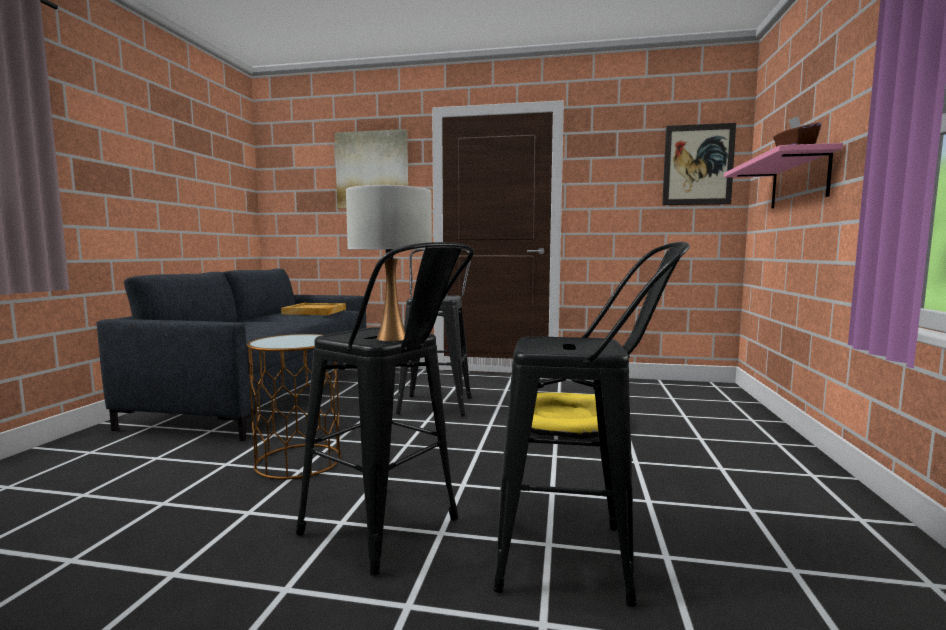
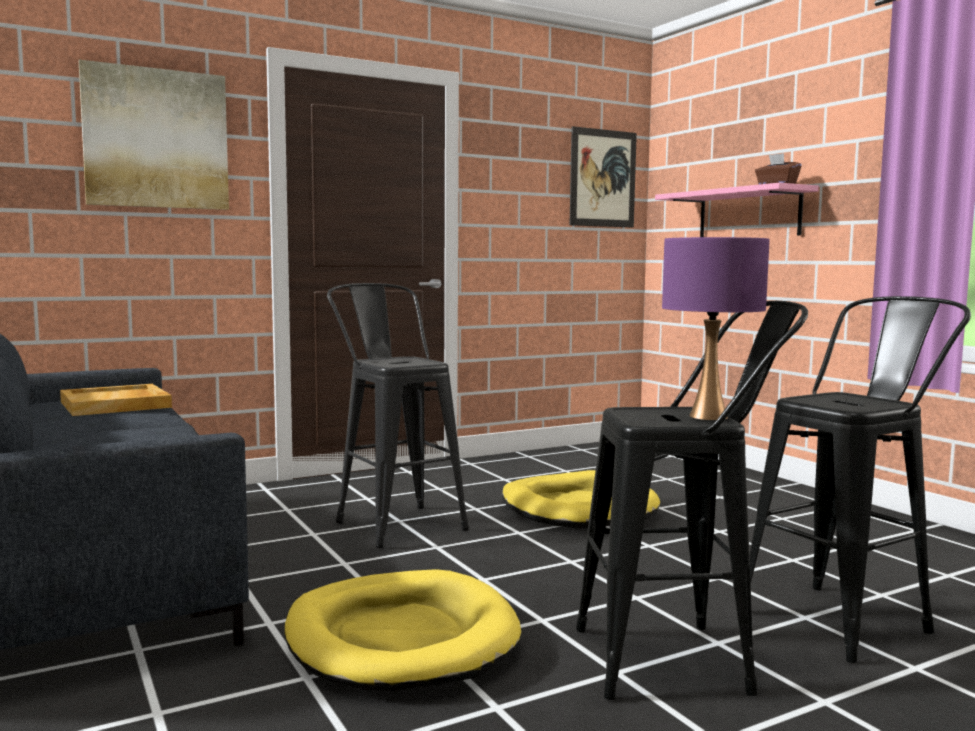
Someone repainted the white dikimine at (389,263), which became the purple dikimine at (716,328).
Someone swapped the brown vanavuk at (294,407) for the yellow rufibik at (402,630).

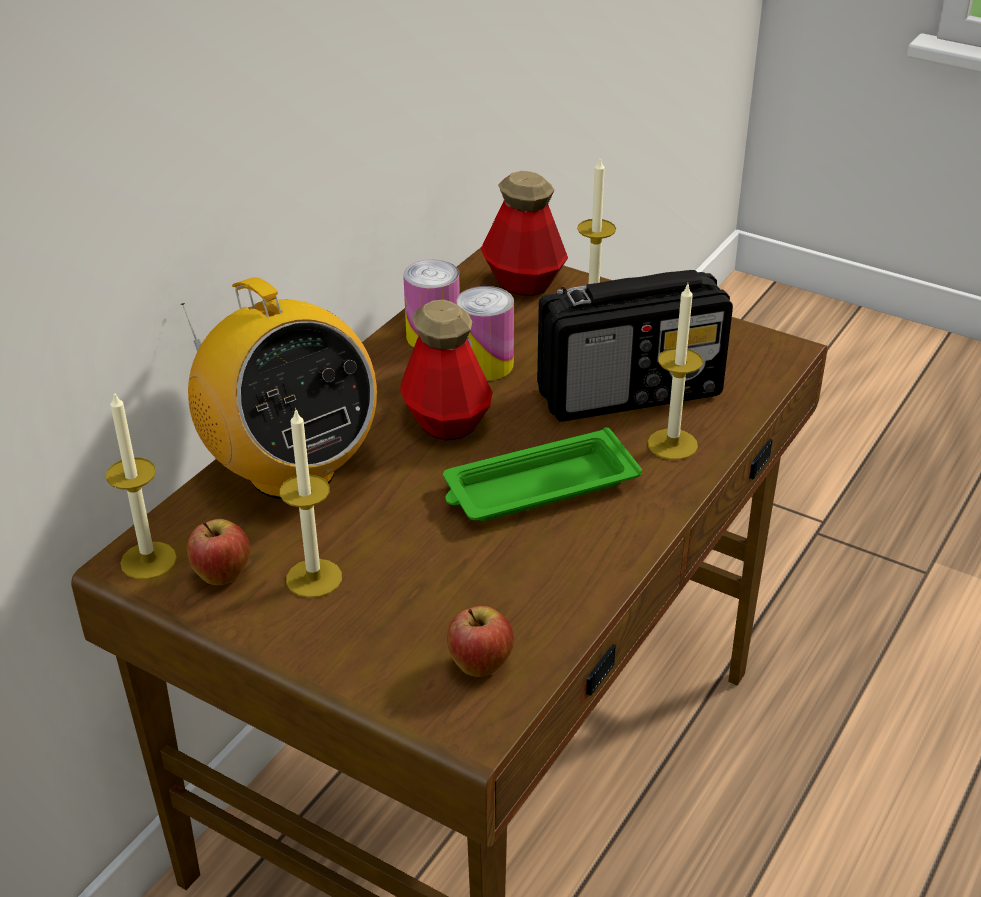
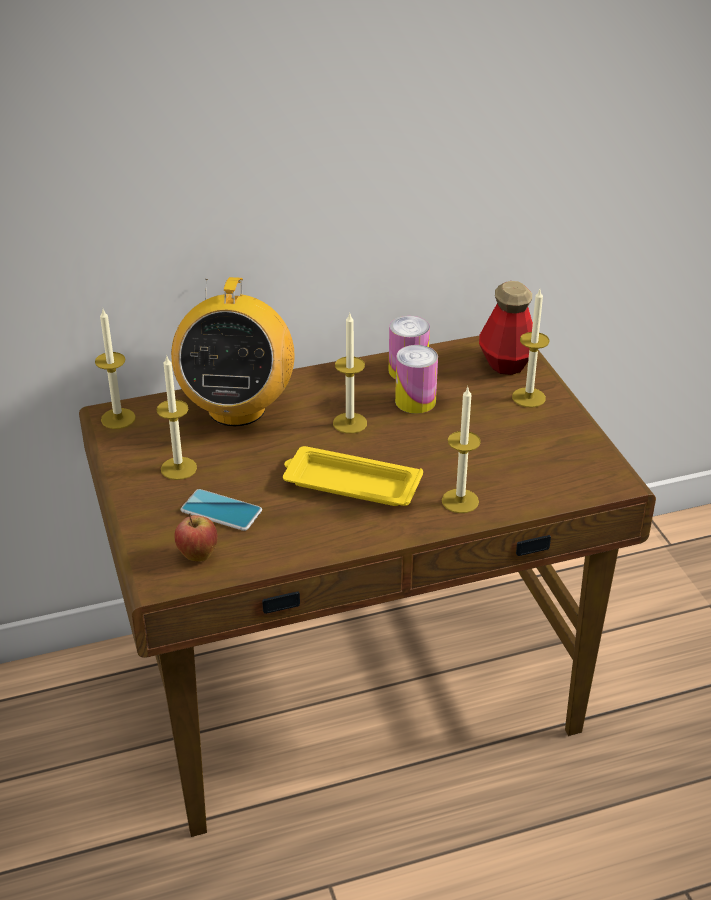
Someone took away the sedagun at (635,346).
Someone swapped the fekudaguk at (446,370) for the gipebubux at (350,373).
Someone repainted the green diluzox at (542,474), which became the yellow diluzox at (353,476).
Someone took away the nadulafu at (218,552).
Someone put down the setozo at (221,510).

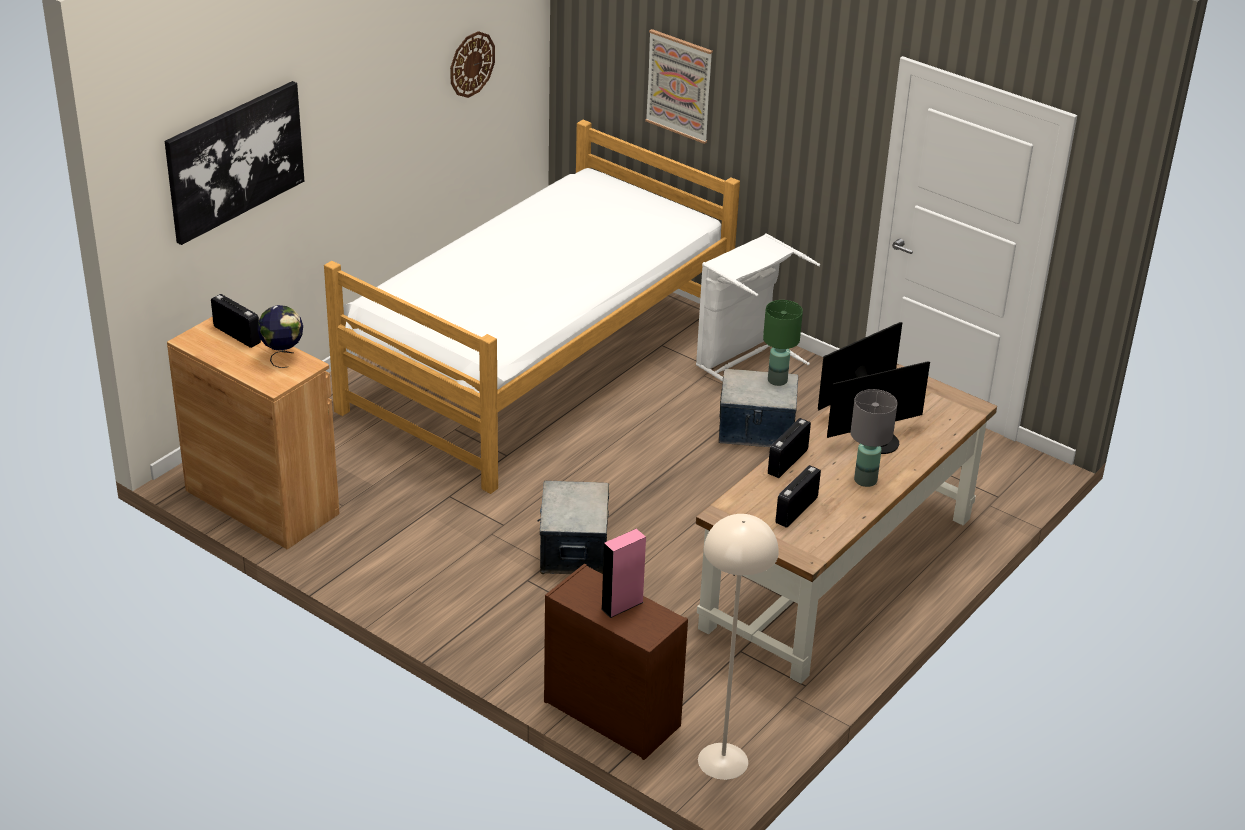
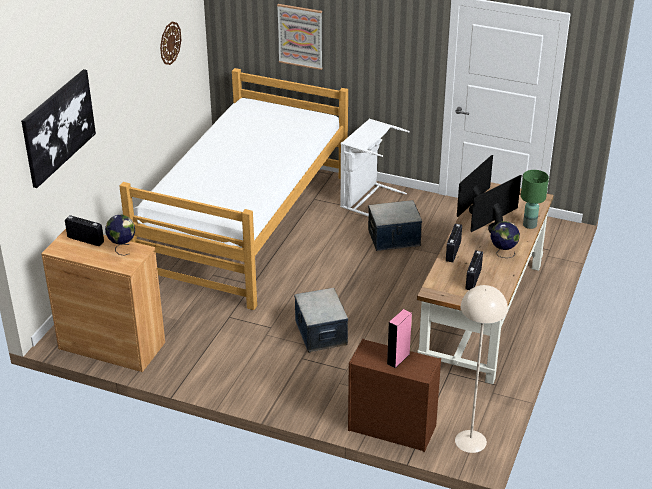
Someone carried the green dikimine from (783,343) to (535,199).
Someone swapped the grey dikimine at (874,438) for the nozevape at (505,239).

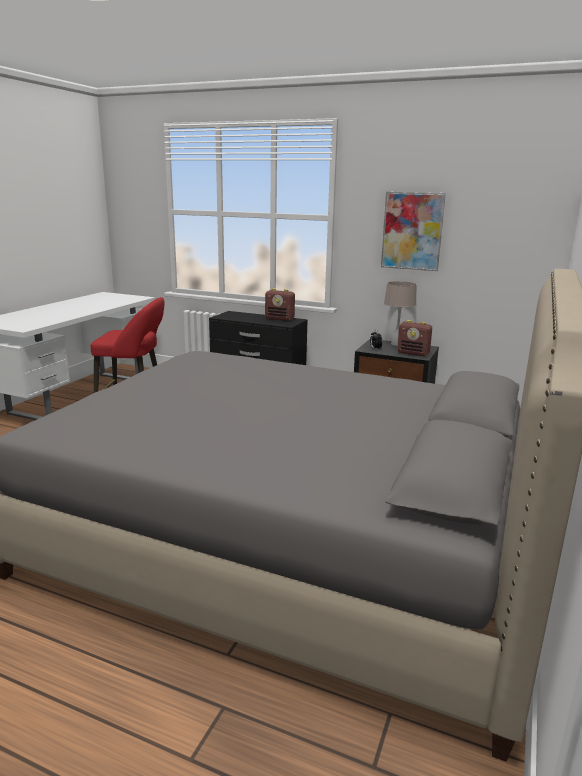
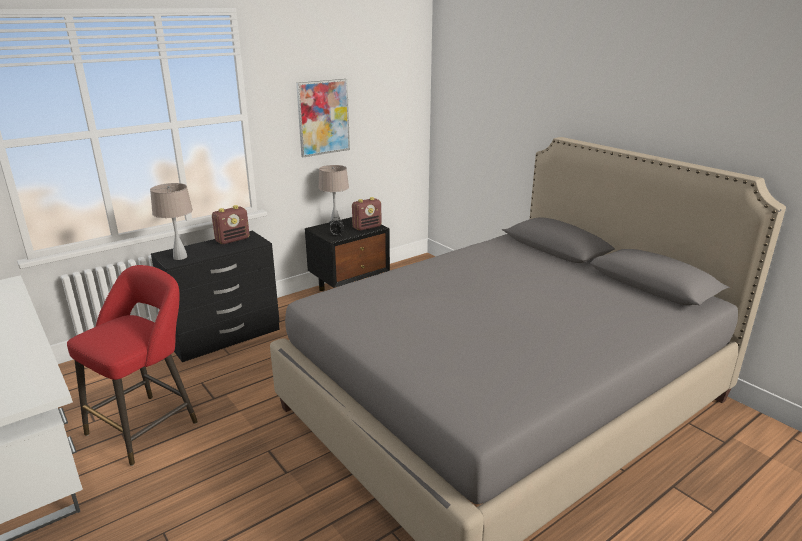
Someone put down the beige dikimine at (171,221).

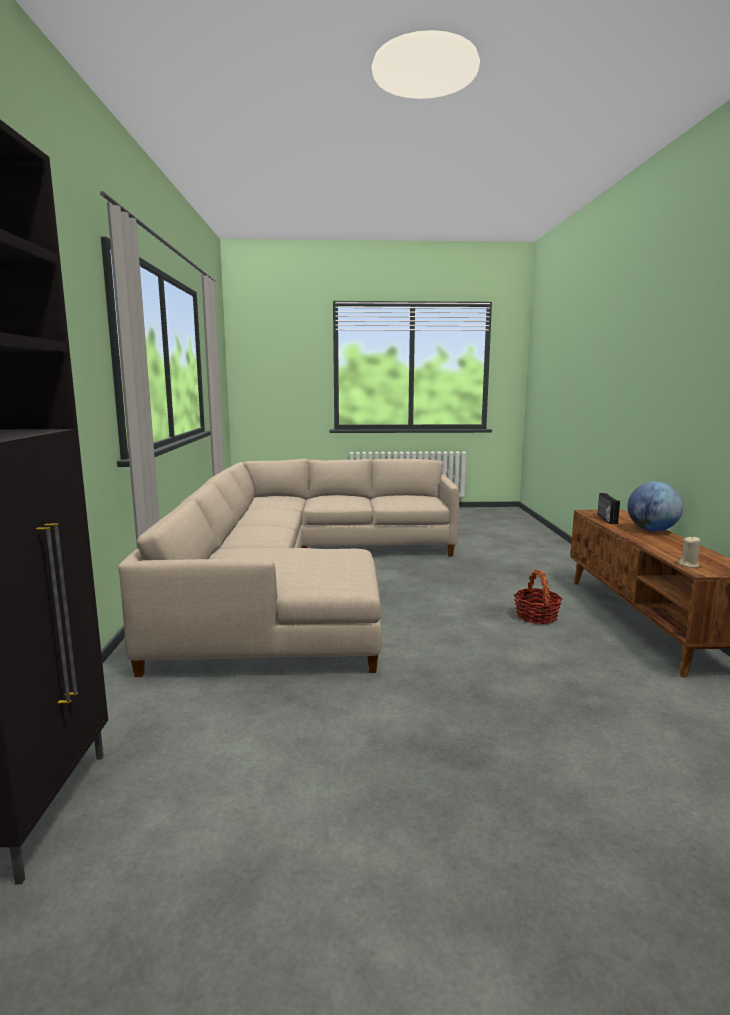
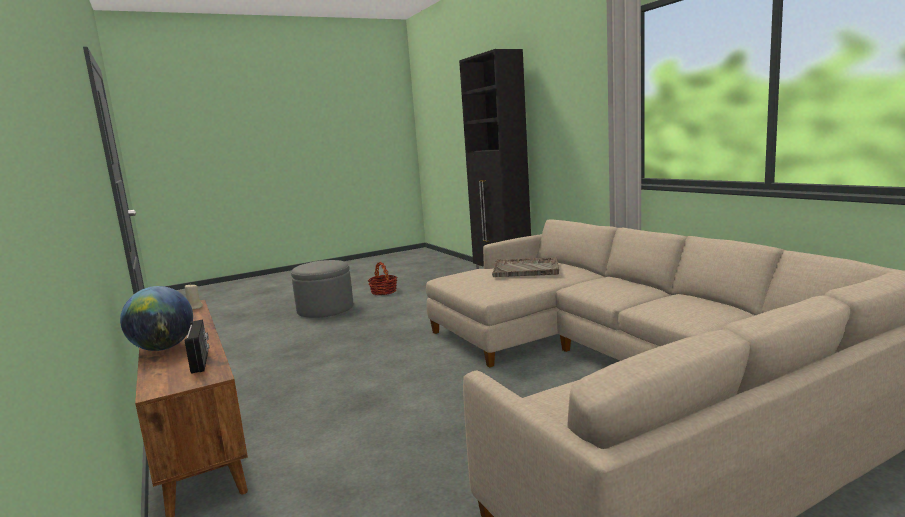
Someone carried the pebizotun from (538,597) to (382,278).
Someone put down the grey diluzox at (525,267).
Someone put down the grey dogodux at (322,289).

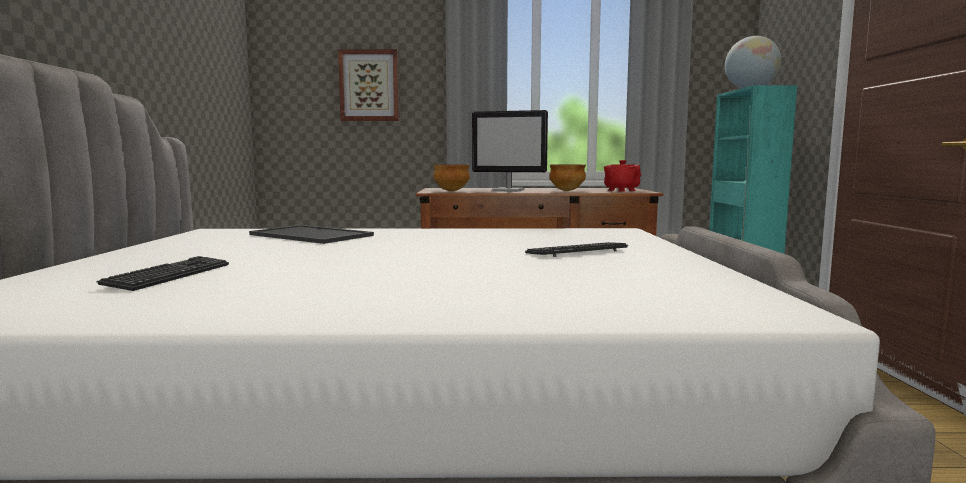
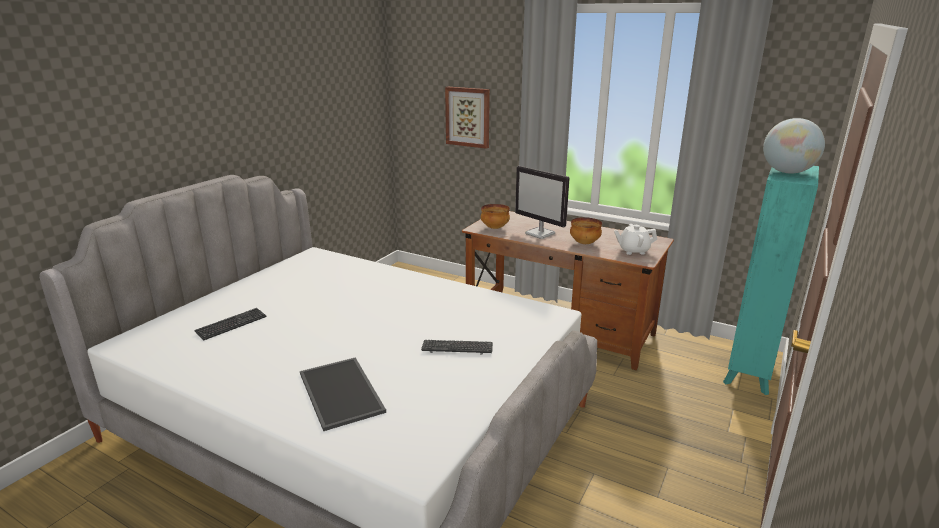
Someone repainted the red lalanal at (622,176), which became the white lalanal at (635,239).
Someone carried the diluzox from (311,234) to (343,394).

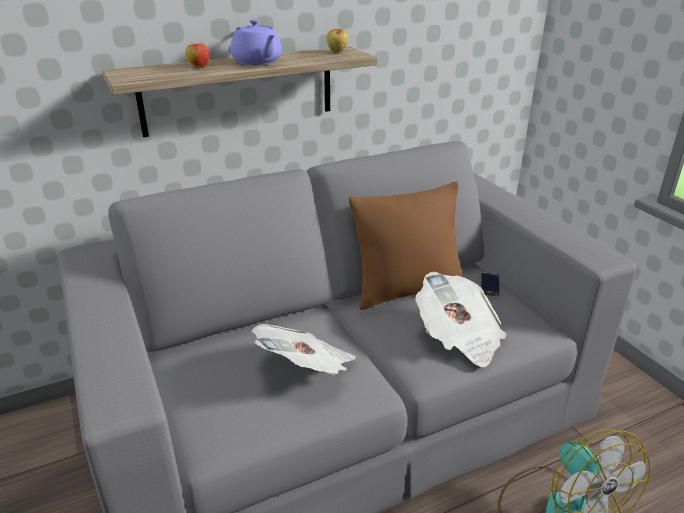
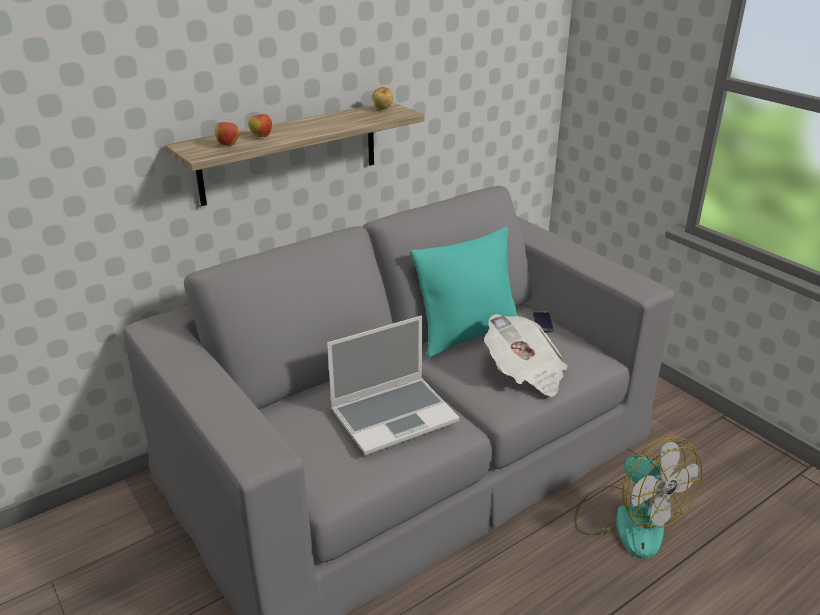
Someone took away the purple lalanal at (256,42).
Someone repainted the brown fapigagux at (406,246), which became the turquoise fapigagux at (464,292).
Someone swapped the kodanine at (304,349) for the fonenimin at (393,385).
Someone put down the nadulafu at (227,132).

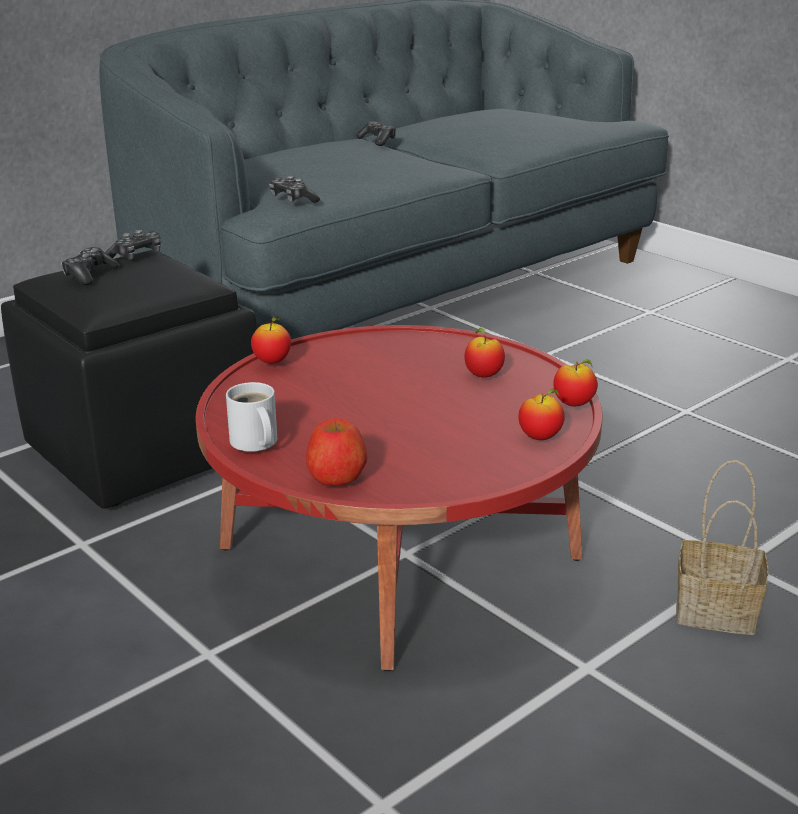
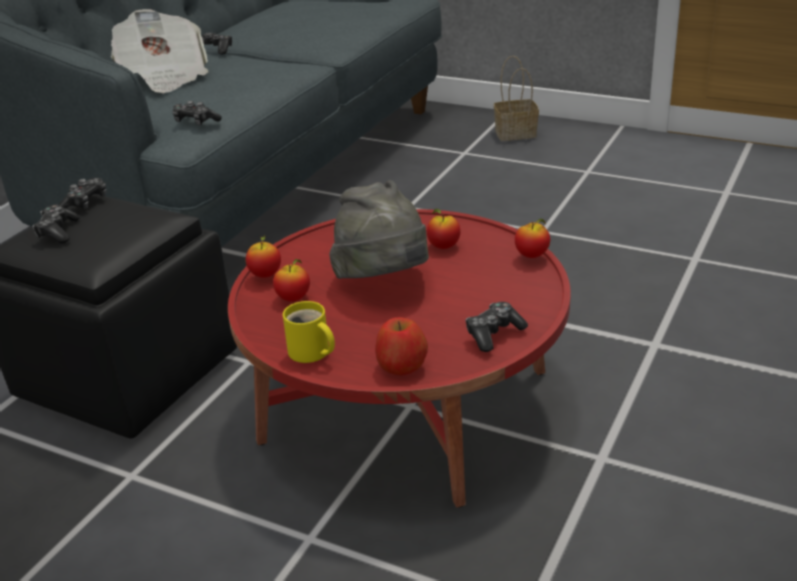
Someone repainted the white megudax at (251,417), which became the yellow megudax at (309,332).
Someone carried the nadulafu from (541,414) to (291,280).
Someone carried the pebizotun from (722,547) to (516,98).
Someone put down the kodanine at (159,51).
Someone put down the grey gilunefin at (379,229).
Someone put down the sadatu at (497,327).

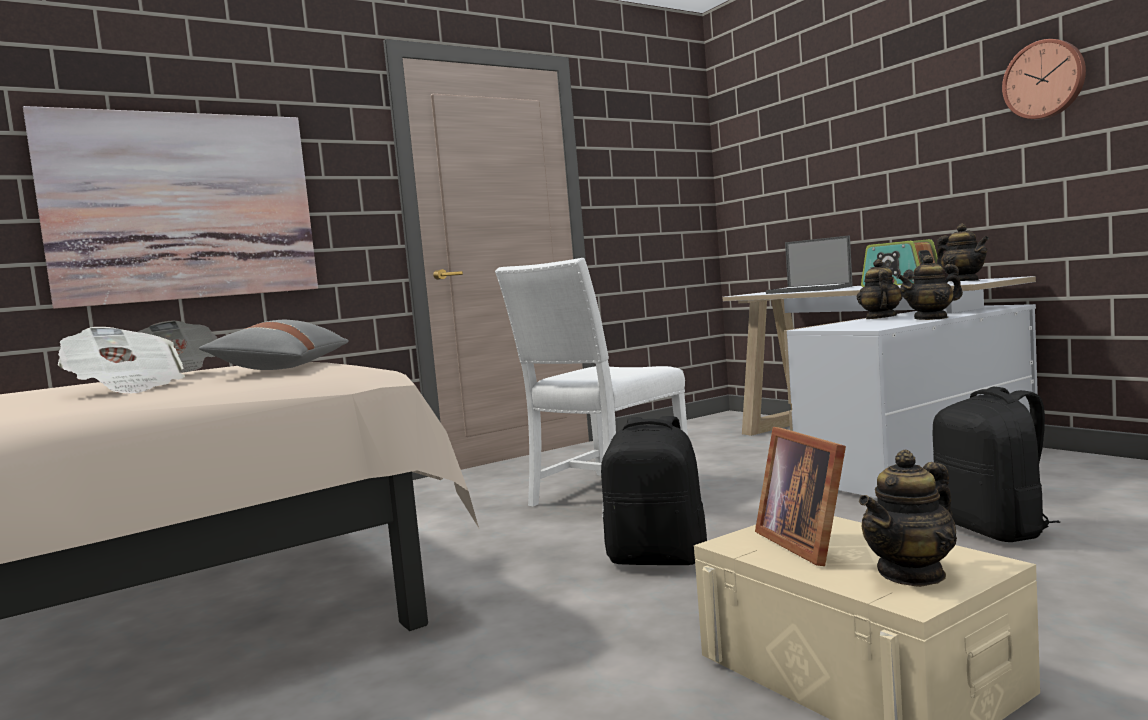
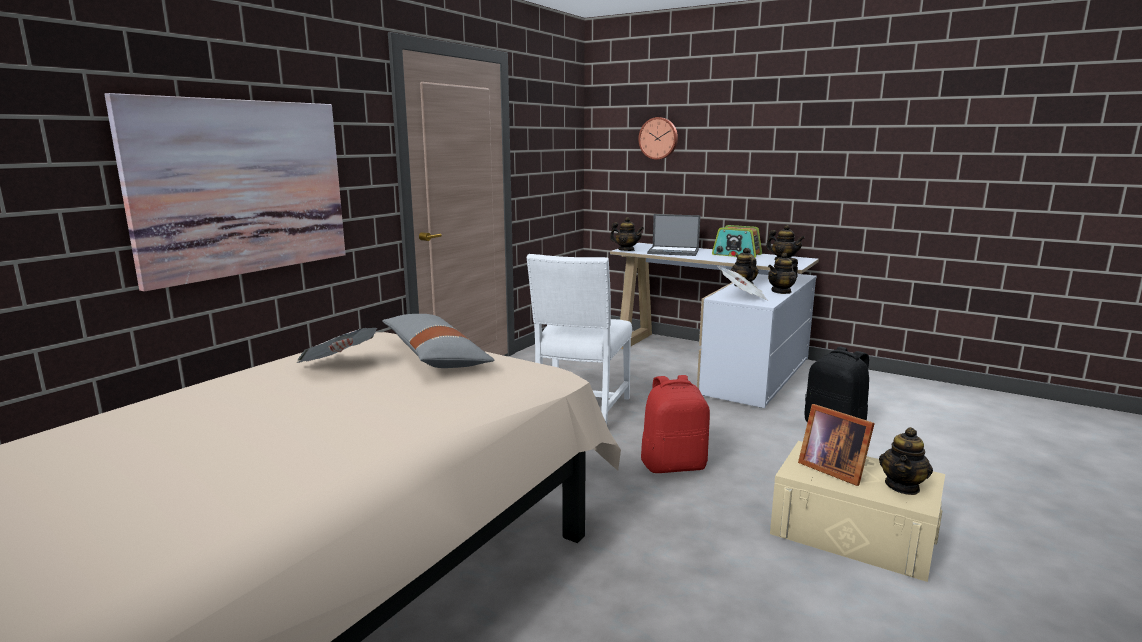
Someone carried the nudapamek from (1044,79) to (658,138).
Someone carried the kodanine from (121,360) to (742,283).
Someone repainted the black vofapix at (654,490), which became the red vofapix at (675,424).
Someone put down the lalanal at (627,234).

